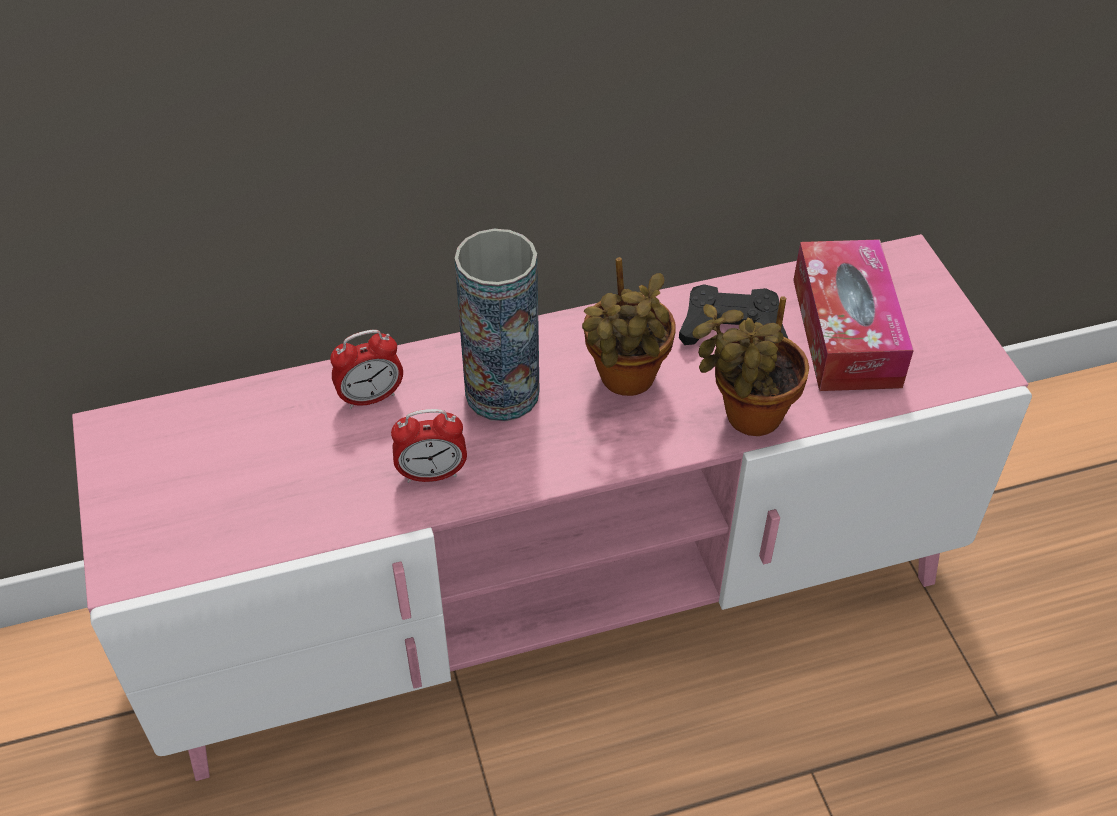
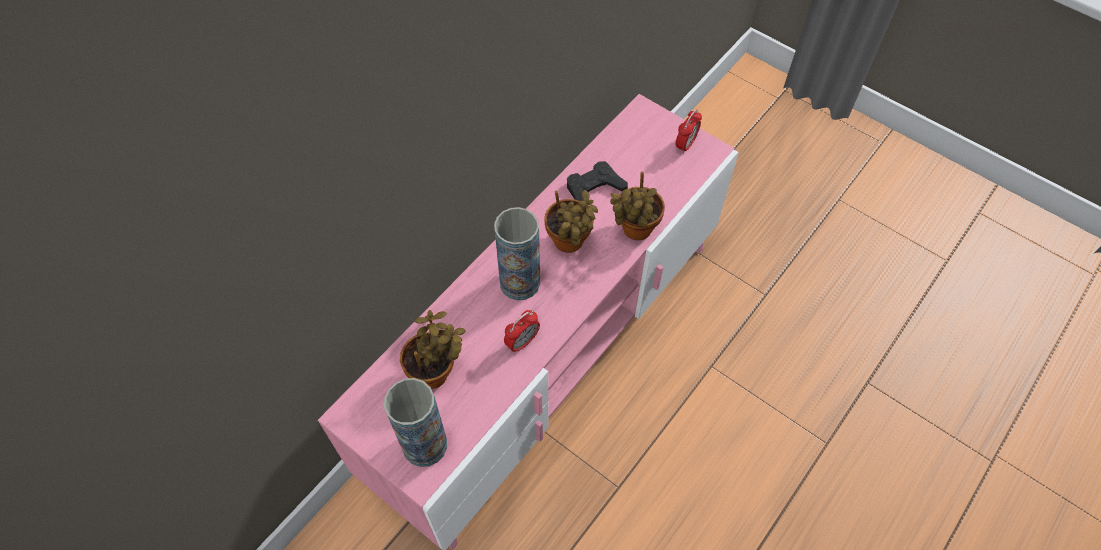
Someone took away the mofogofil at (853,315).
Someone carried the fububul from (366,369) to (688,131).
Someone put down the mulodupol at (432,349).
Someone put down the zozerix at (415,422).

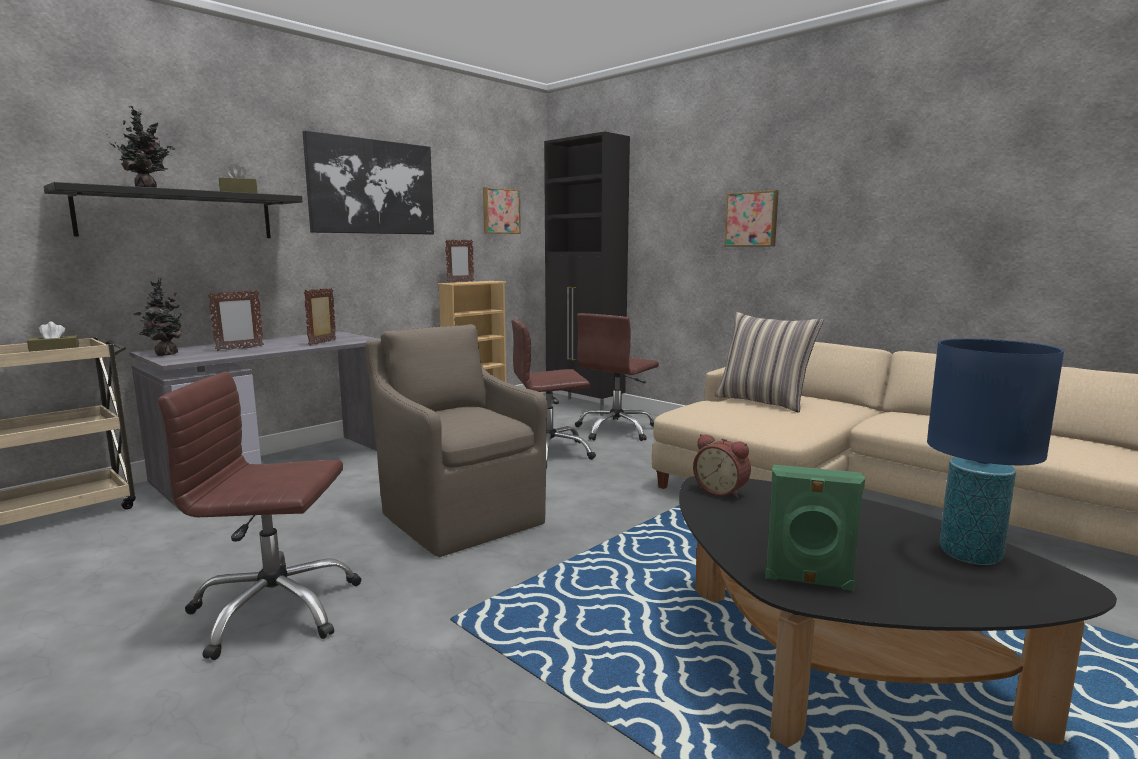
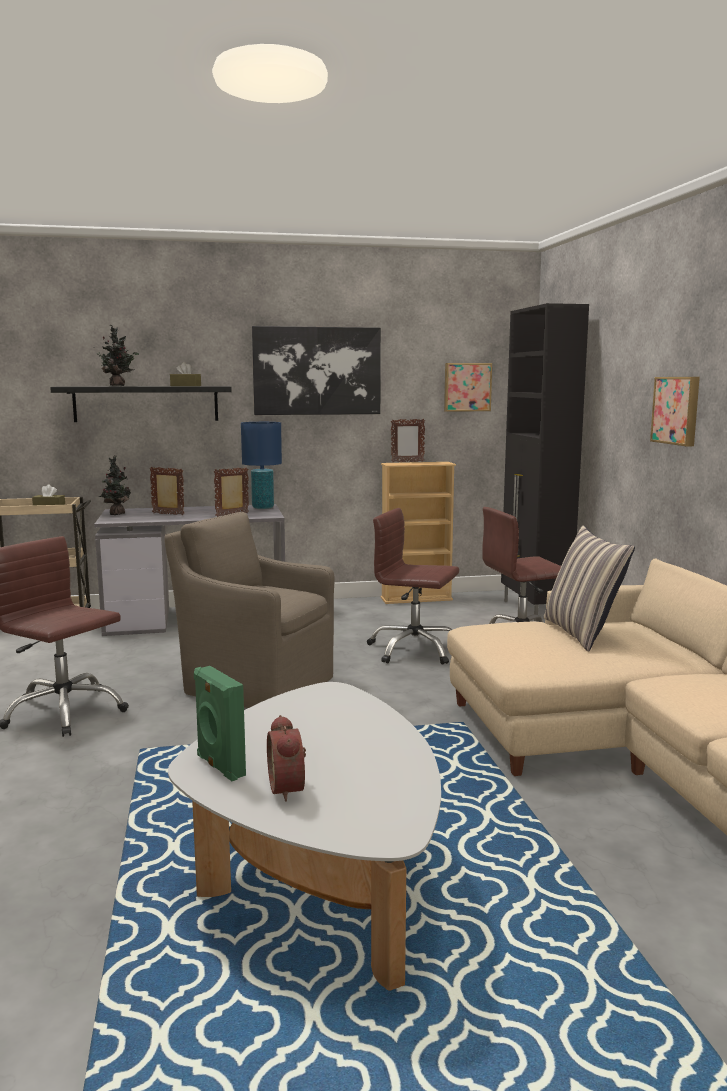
Someone rotated the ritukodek at (236,320) by 150 degrees counterclockwise.
Someone rotated the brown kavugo at (456,440) by 60 degrees counterclockwise.
Someone carried the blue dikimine from (995,451) to (261,465).
Someone carried the fububul from (722,466) to (286,758).
Someone repainted the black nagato at (898,611), which became the white nagato at (304,836).

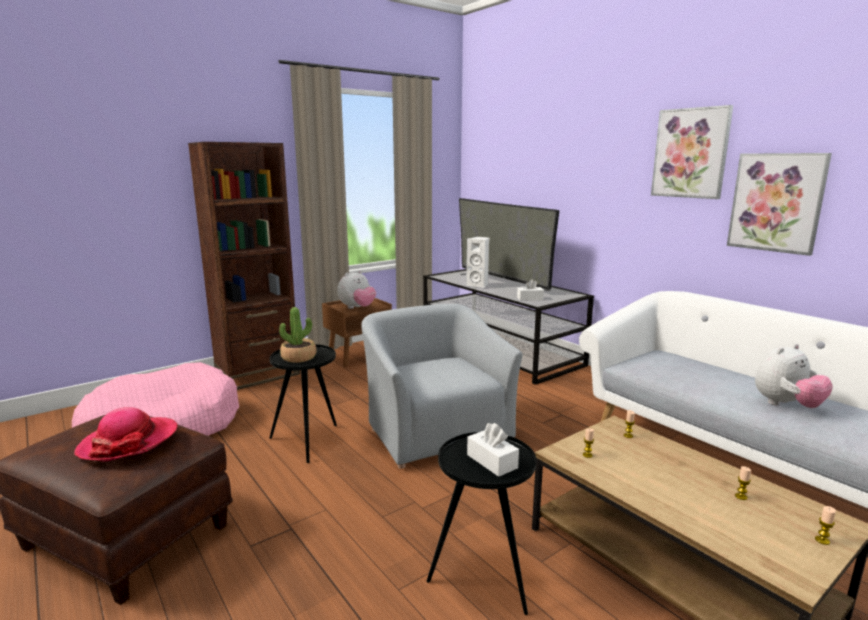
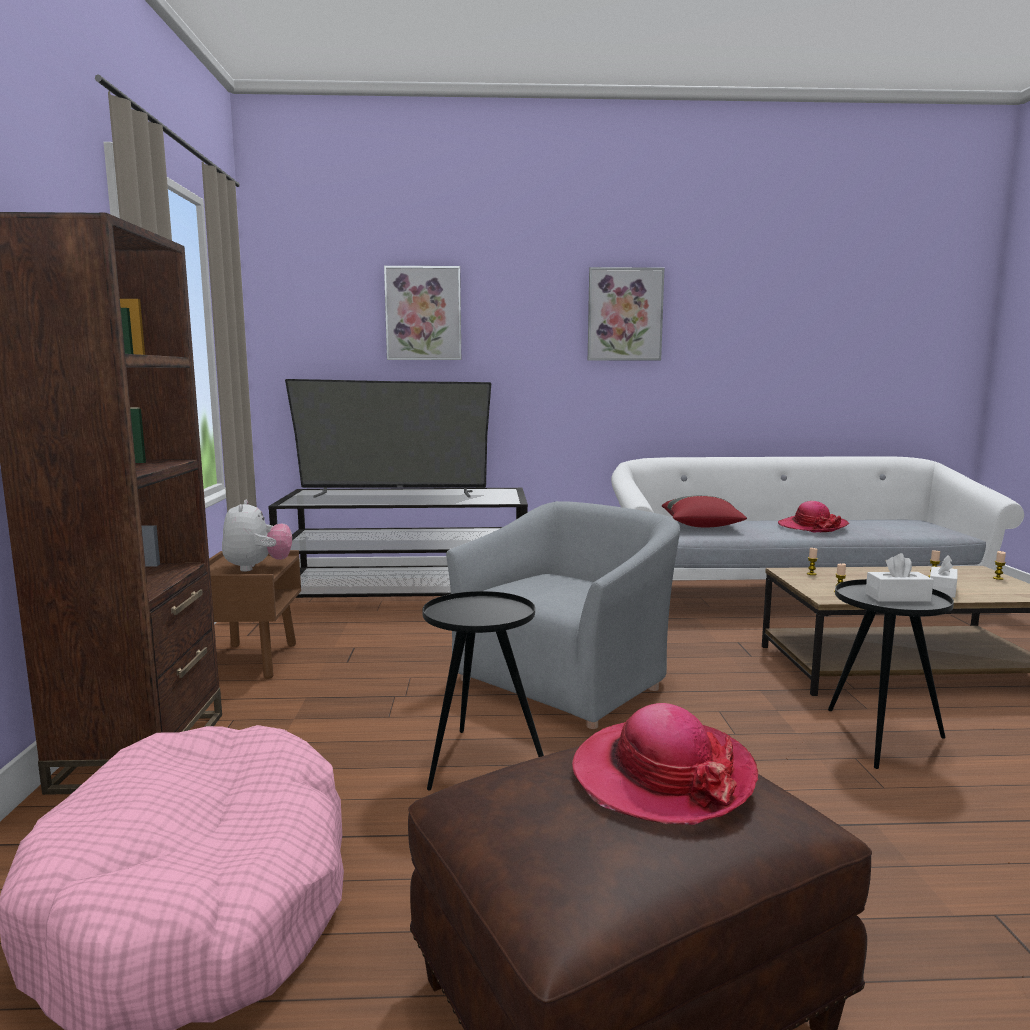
Someone carried the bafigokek from (779,204) to (422,313).
Someone took away the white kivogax at (478,262).
Someone carried the white mofogofil from (530,290) to (944,576).
Someone rotated the grey kavugo at (442,386) by 120 degrees clockwise.
Someone took away the mulodupol at (298,335).
Someone swapped the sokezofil at (794,376) for the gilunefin at (813,516).
Someone put down the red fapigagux at (704,511).

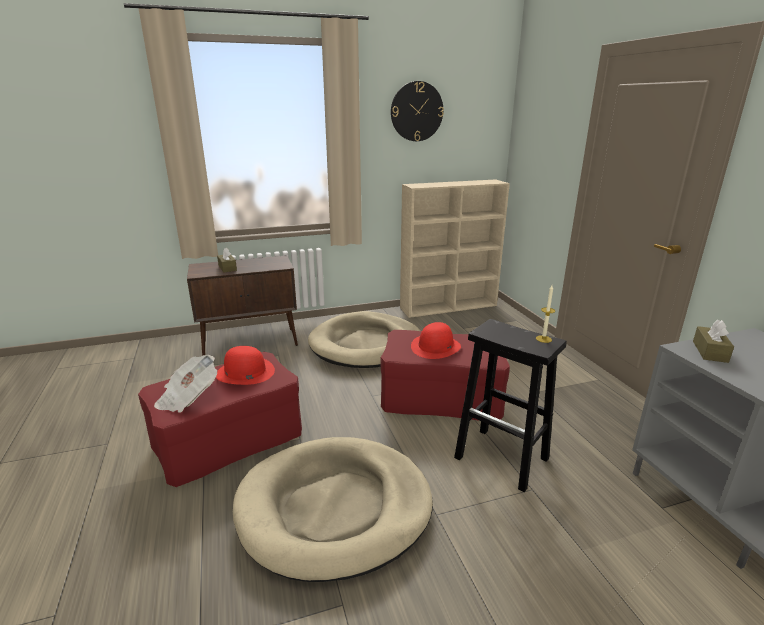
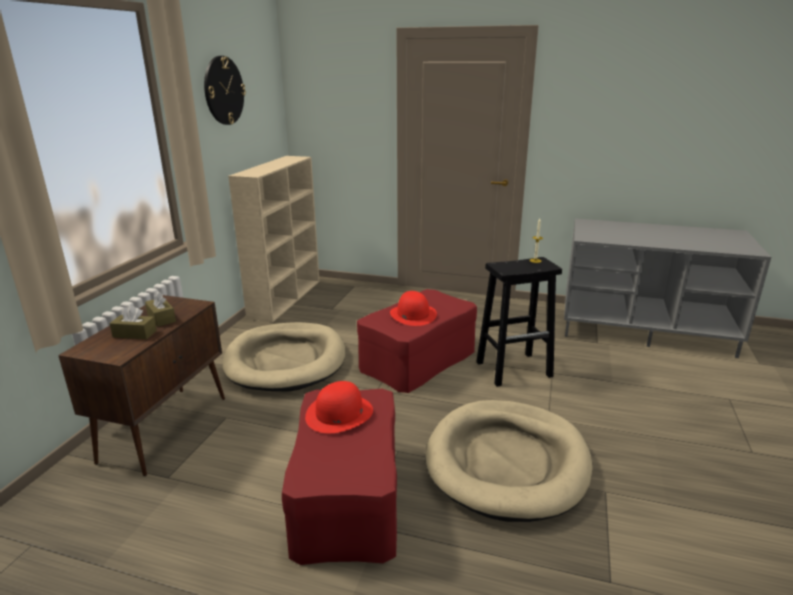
Someone carried the brown mofogofil from (713,341) to (160,309).
Someone took away the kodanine at (185,384).

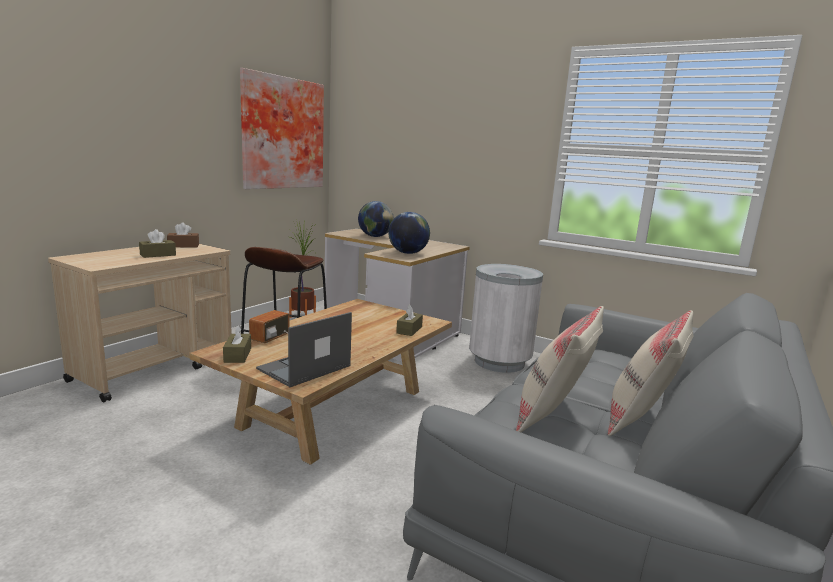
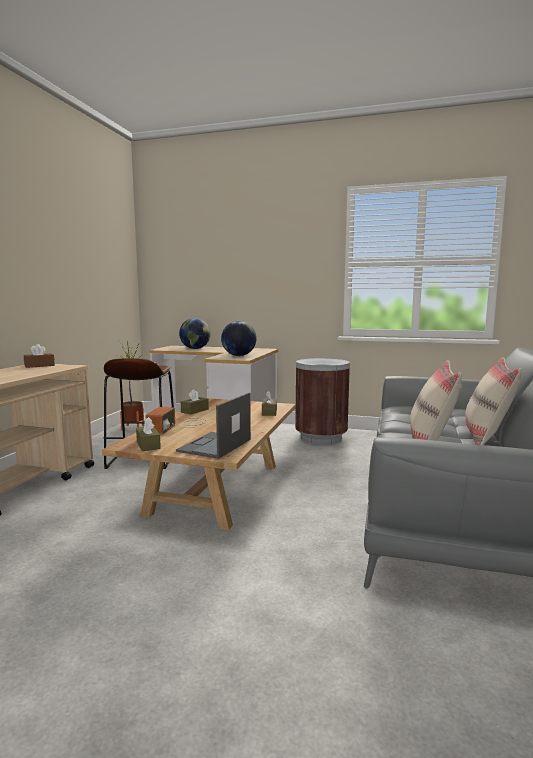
Someone took away the bafigokek at (282,128).
Someone carried the brown mofogofil from (157,243) to (195,402).
Someone repainted the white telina at (506,318), which became the brown telina at (322,401).

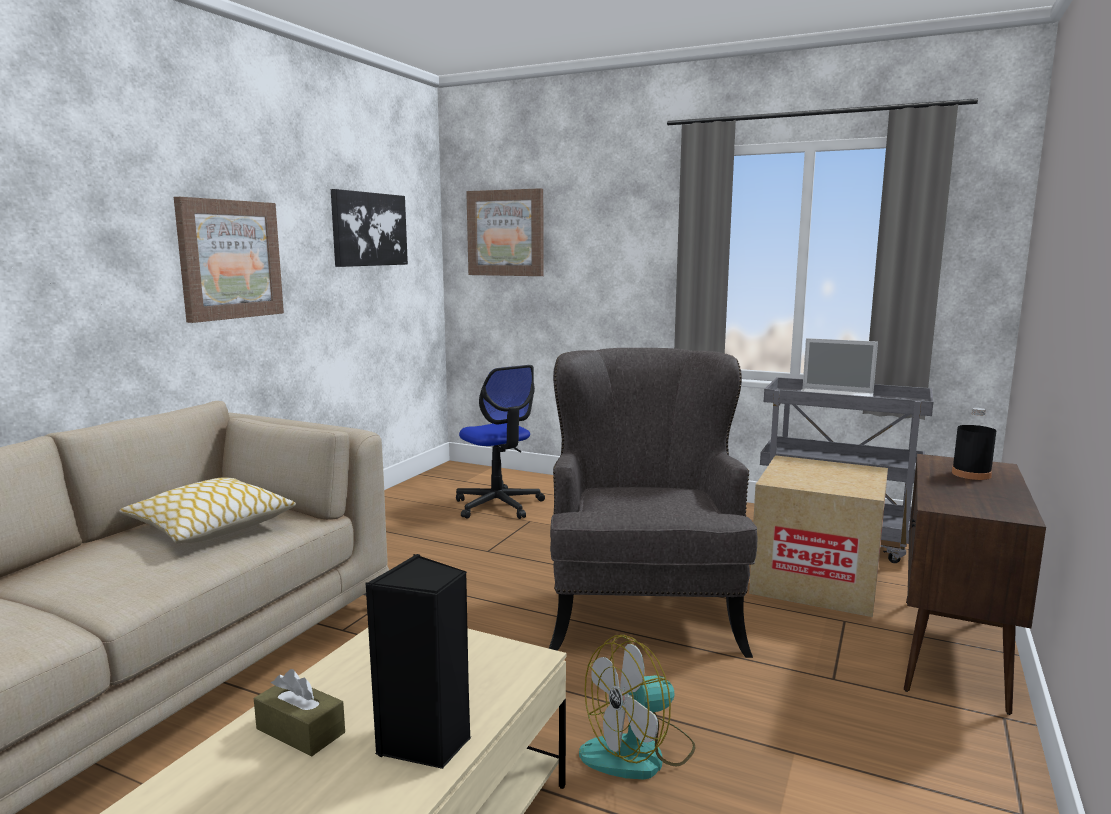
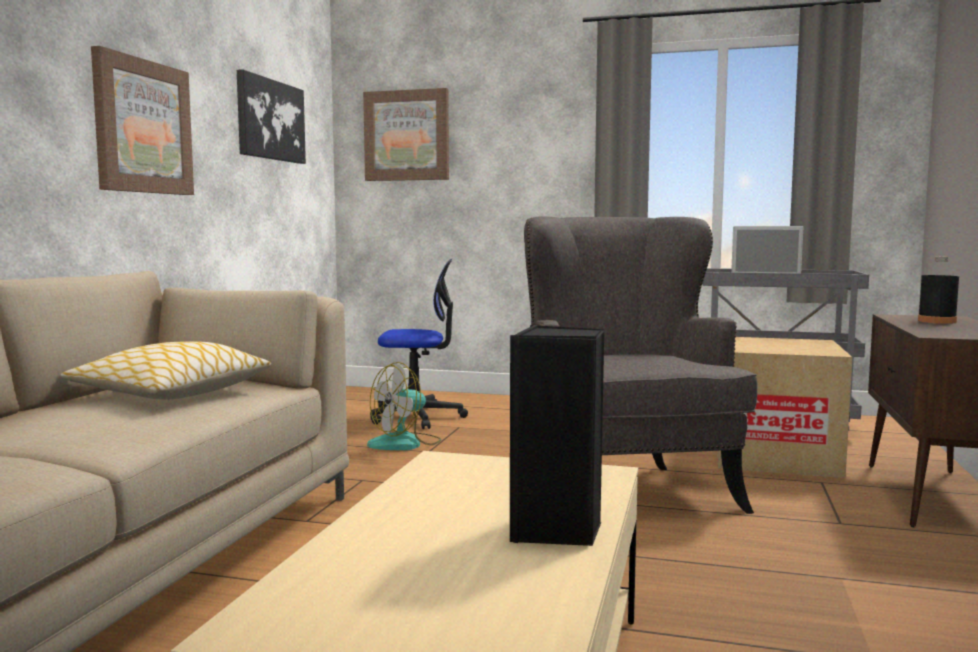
Someone rotated the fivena at (500,442) by 45 degrees counterclockwise.
Someone carried the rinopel from (637,707) to (404,406).
Someone took away the brown mofogofil at (299,713).

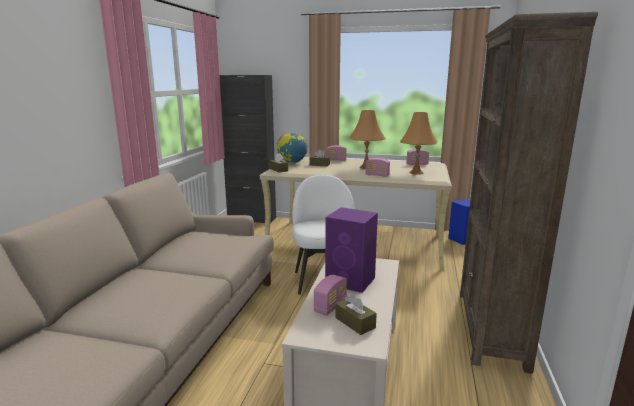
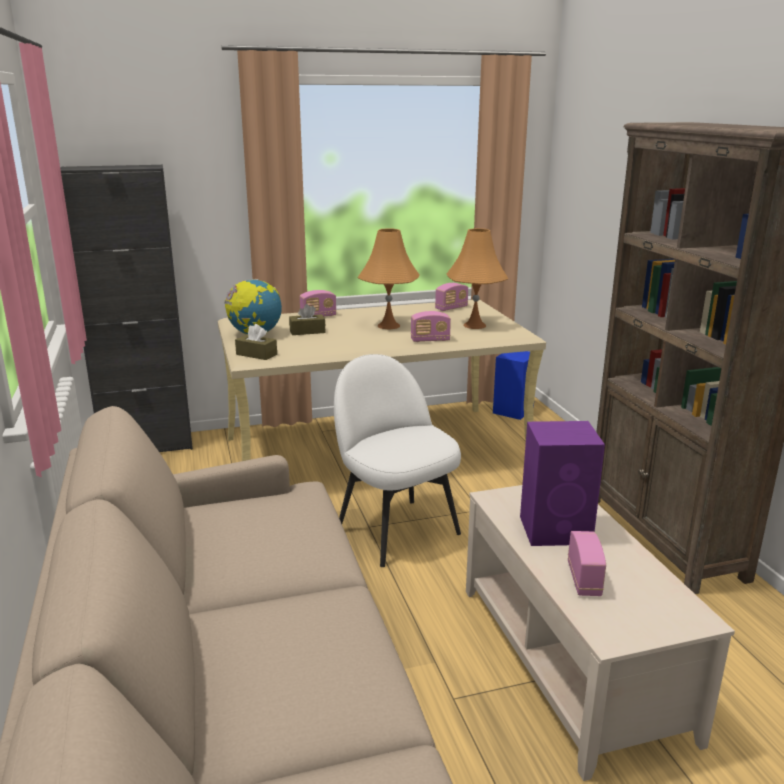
Someone took away the brown mofogofil at (356,314).

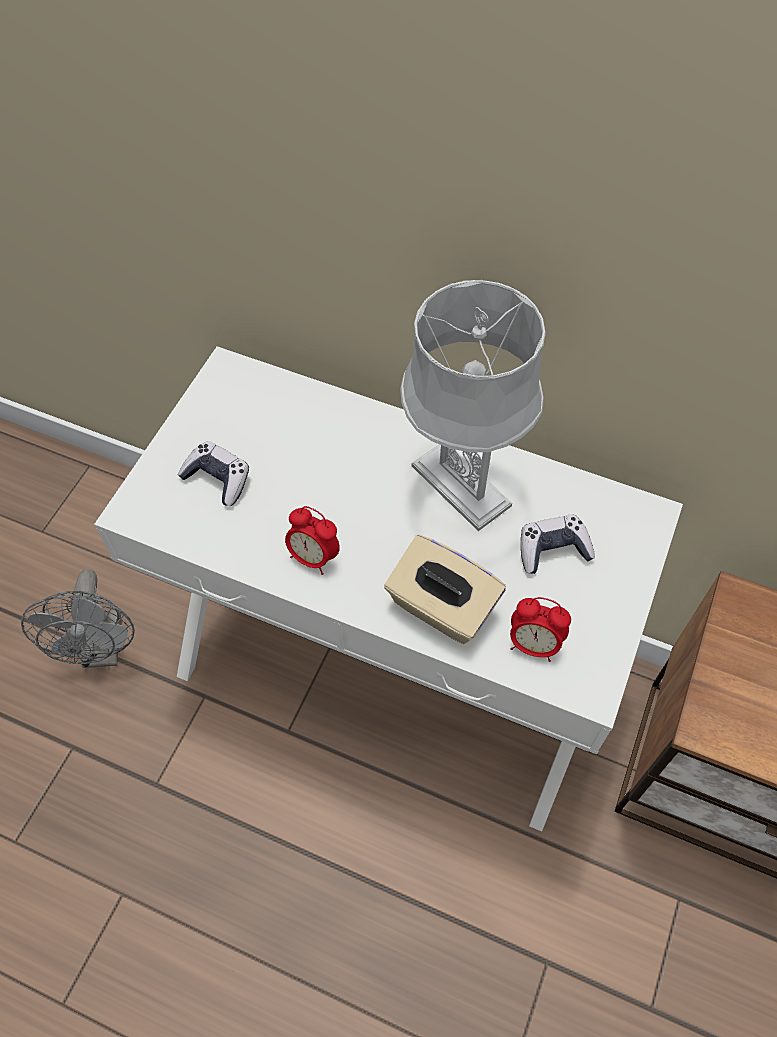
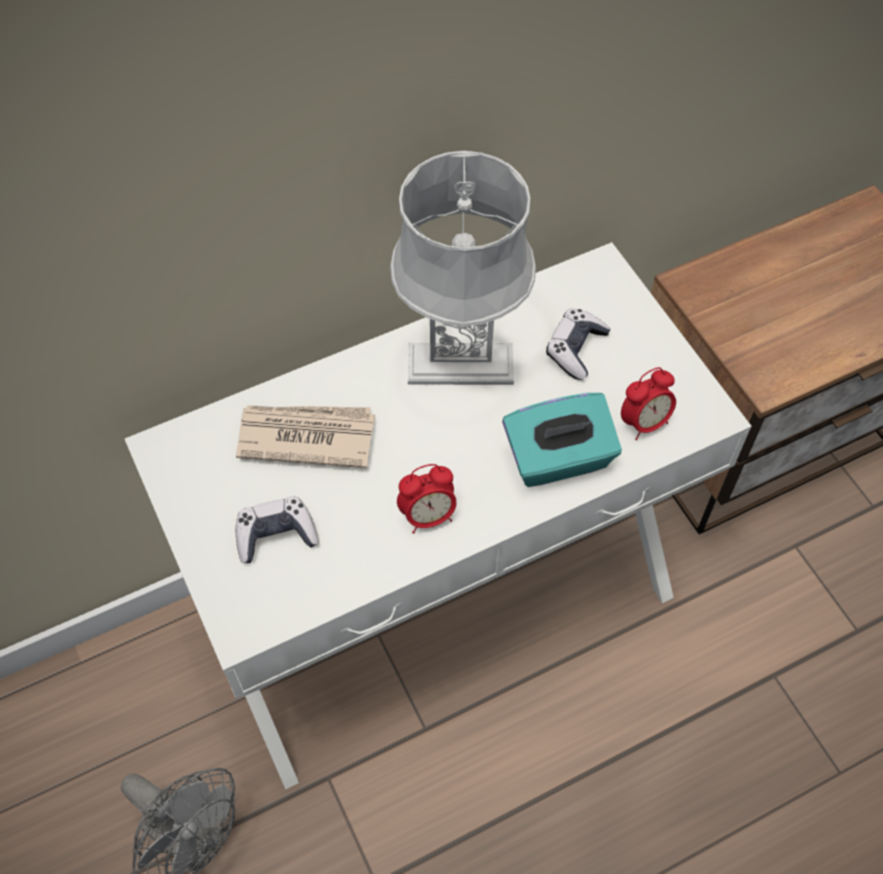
Someone repainted the beige mofogofil at (445,589), which became the turquoise mofogofil at (562,440).
Someone put down the kodanine at (305,436).

